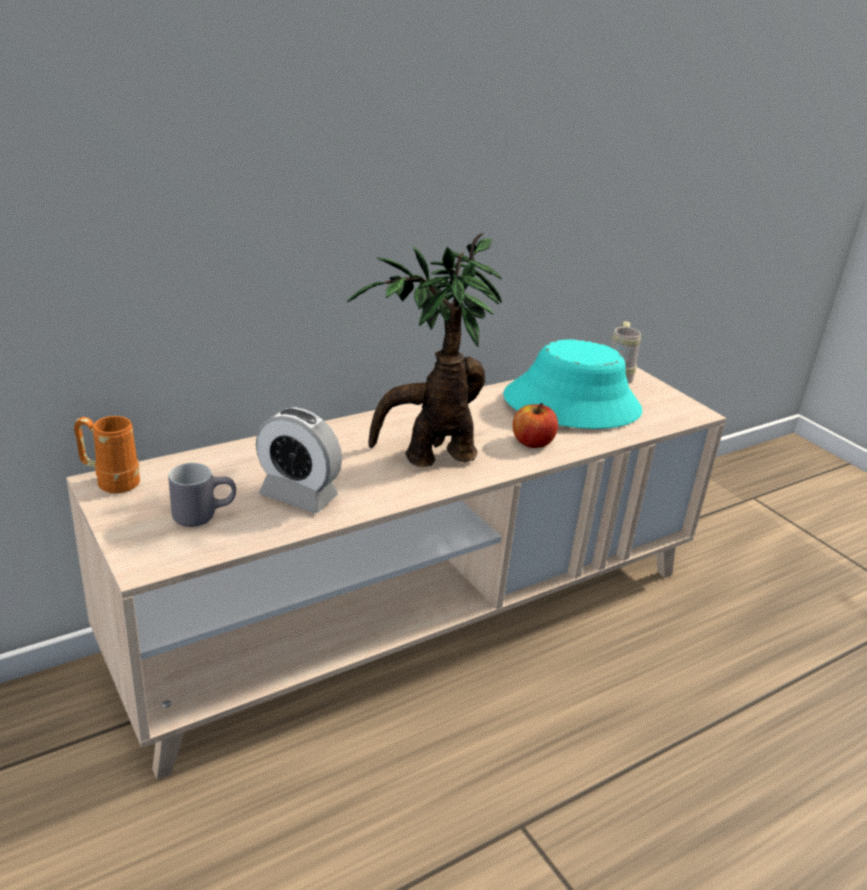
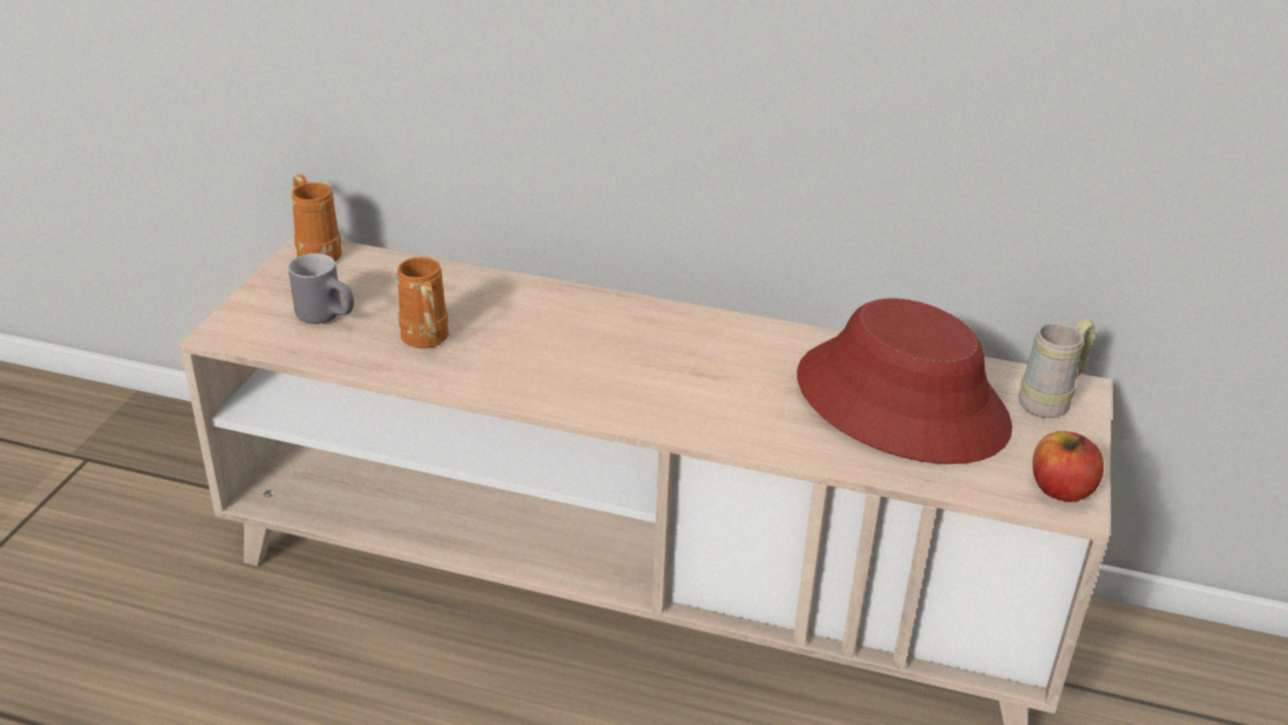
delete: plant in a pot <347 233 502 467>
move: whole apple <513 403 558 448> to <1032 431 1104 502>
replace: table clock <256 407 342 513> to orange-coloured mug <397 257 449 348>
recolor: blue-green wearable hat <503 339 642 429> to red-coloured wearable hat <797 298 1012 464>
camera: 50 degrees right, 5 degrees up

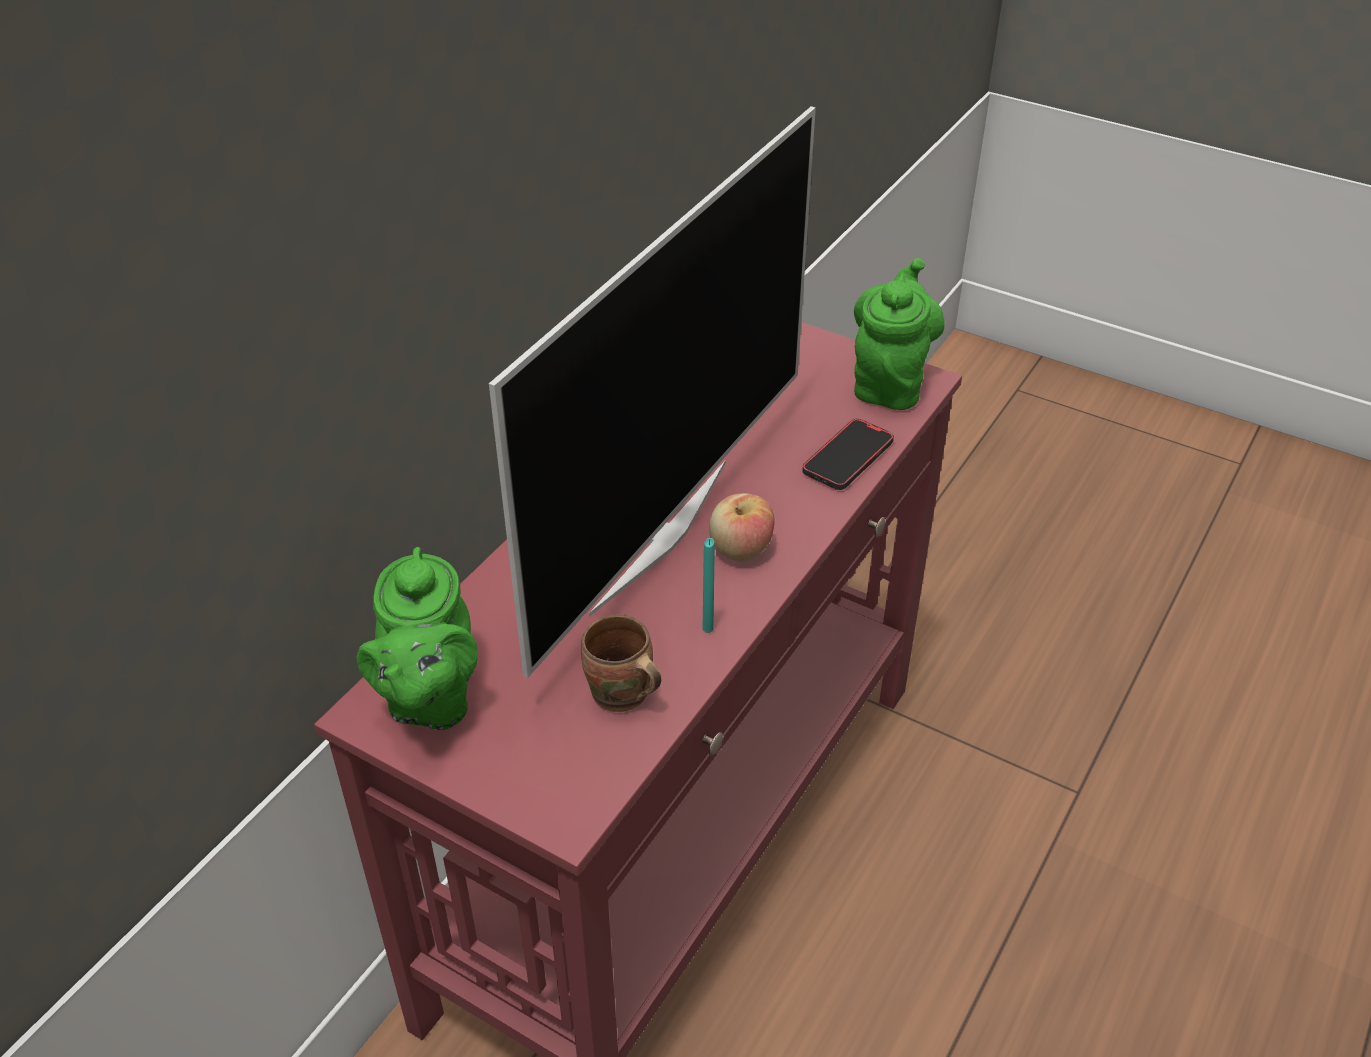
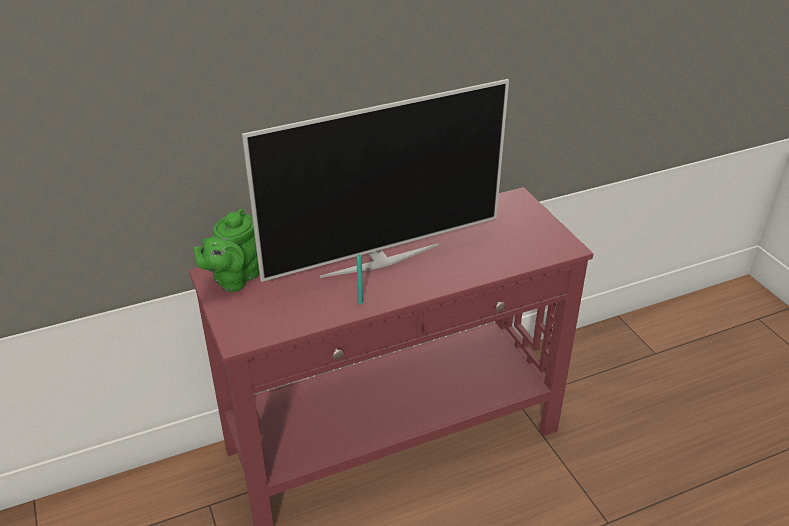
delete: greenish tea pot <854 258 945 410>; telephone <802 418 894 490>; whole apple <709 493 775 561>; brownish mug <581 614 662 712>
camera: 35 degrees right, 5 degrees down

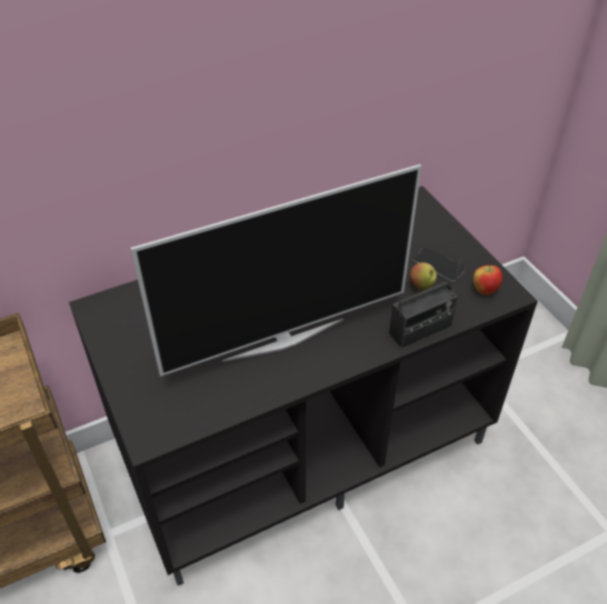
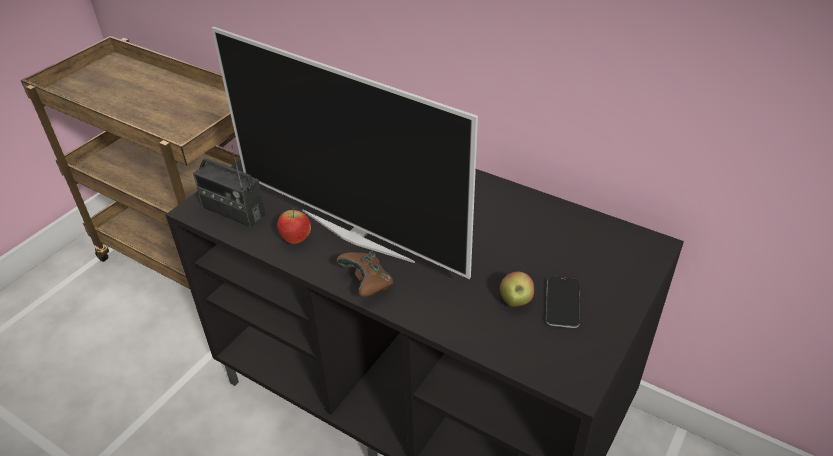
insert: brownish gamepad <336 251 393 297>
move: radio receiver <389 259 461 348> to <193 145 266 228>; whole apple <473 264 503 295> to <277 207 311 244>
camera: 60 degrees right, 5 degrees down

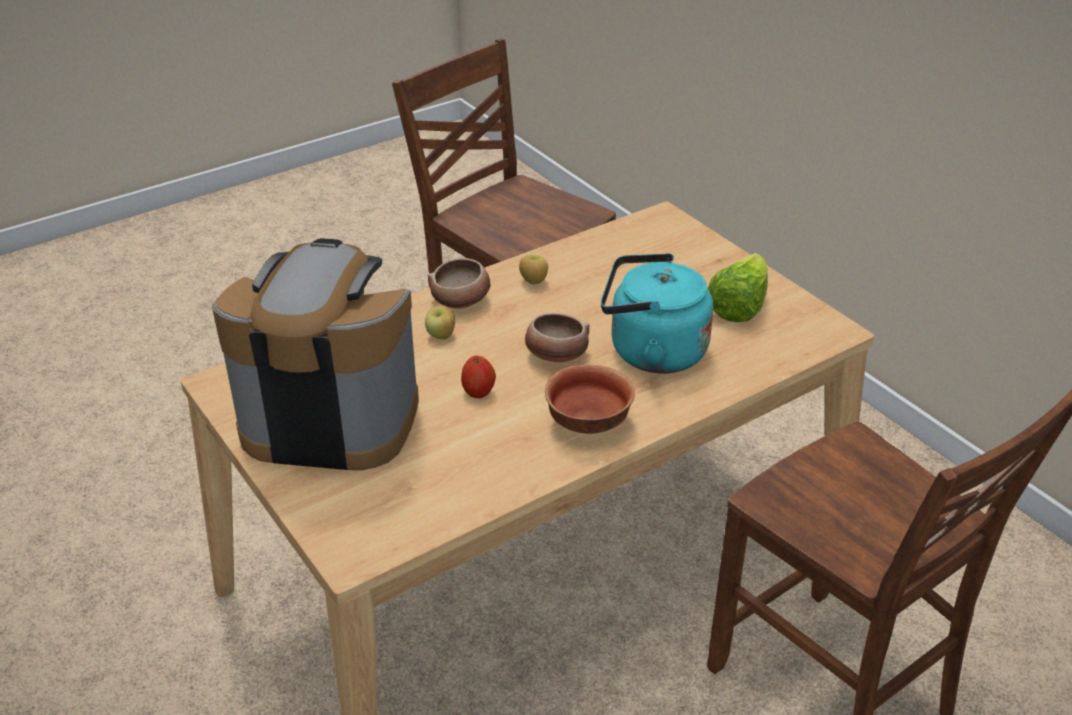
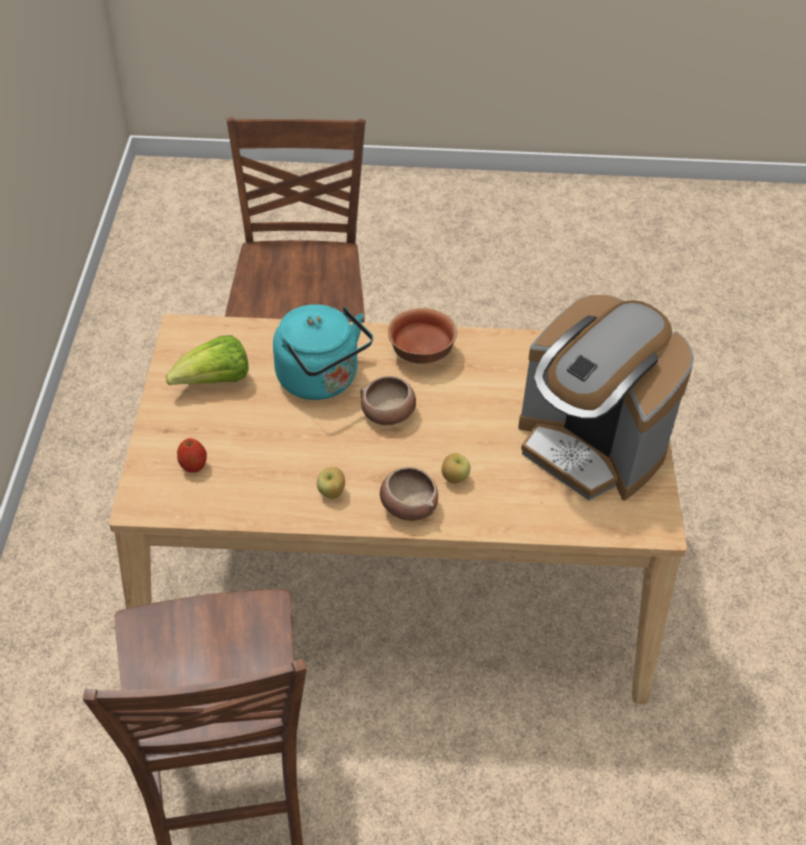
move: whole apple <461 356 496 398> to <177 438 207 473>
camera: 145 degrees left, 10 degrees up

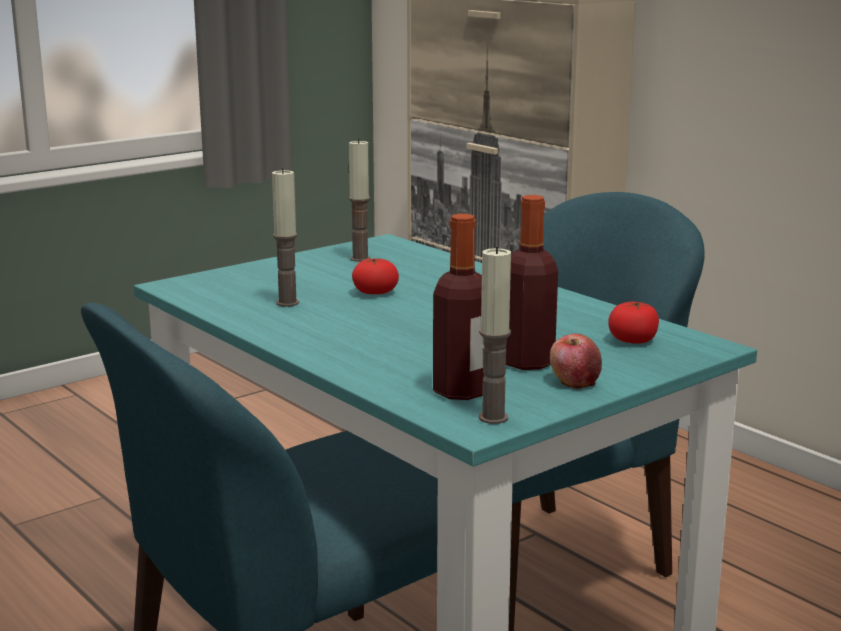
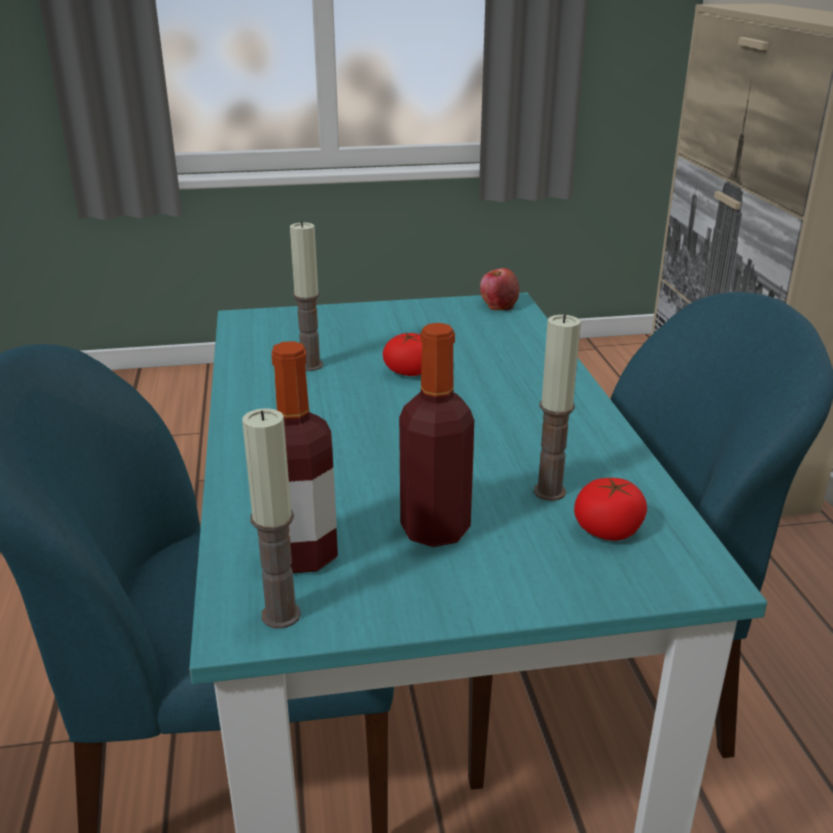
move: candle <349 138 370 262> to <534 314 581 501>; whole apple <550 334 602 389> to <480 268 519 310>
camera: 30 degrees right, 10 degrees up

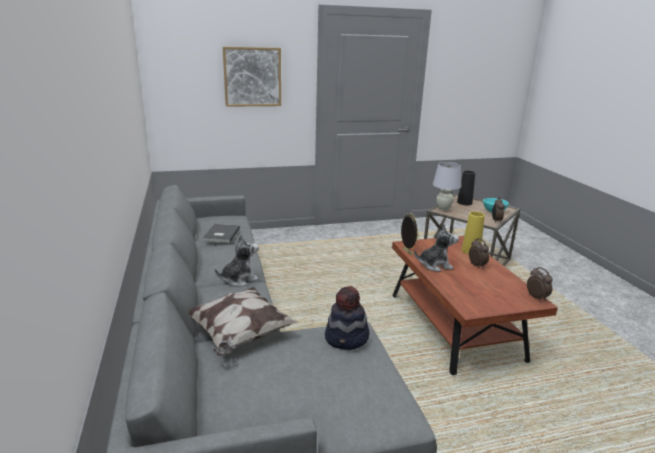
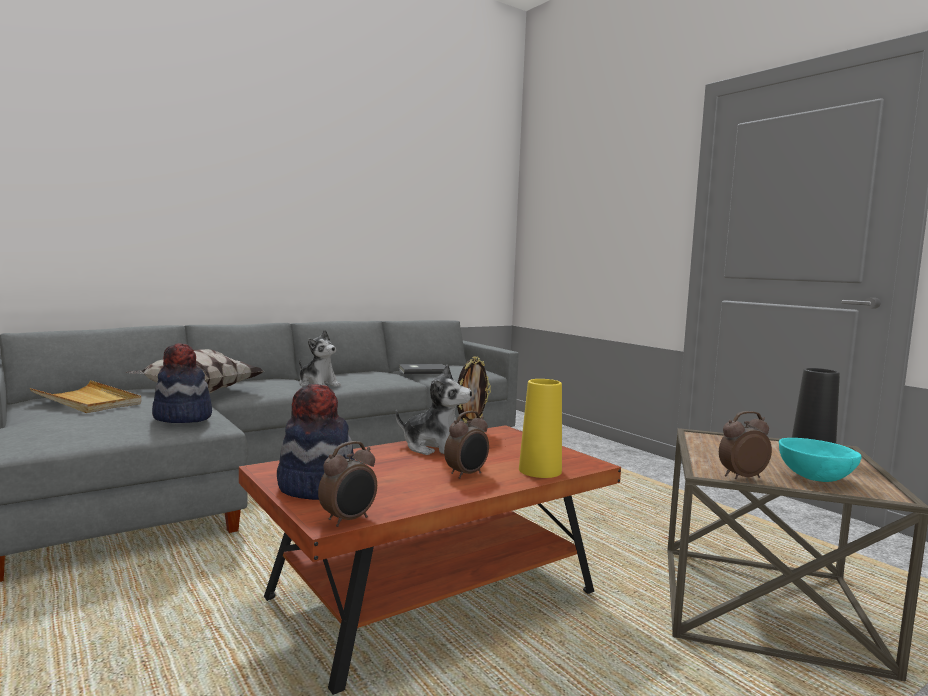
delete: picture <223 47 281 107>; white-coloured table lamp <433 162 461 211>
insert: beige-coloured tray <30 380 141 413>; wearable hat <277 383 355 500>
rotate: cuddly toy <414 224 459 272> = <395 364 472 455> 45 degrees counterclockwise
camera: 70 degrees right, 15 degrees down

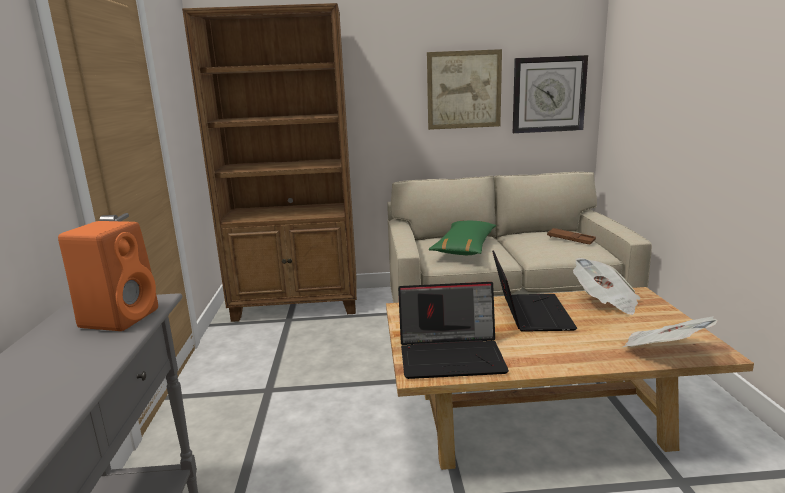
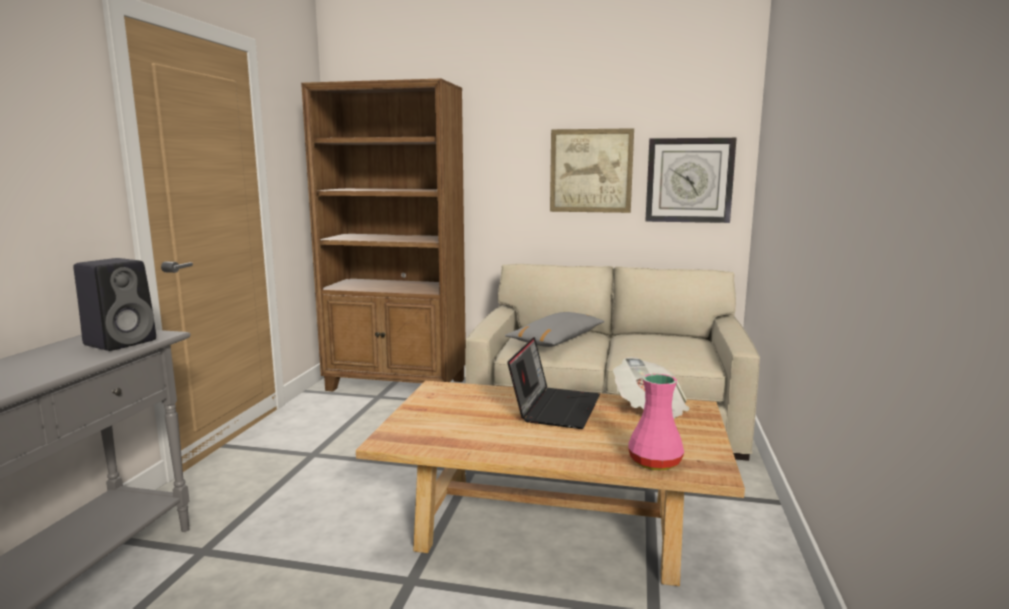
delete: brownish tray <547 228 596 245>; laptop <398 282 509 379>
replace: printed paper <623 316 718 347> to pink-coloured flower vase <628 374 684 470>
recolor: orange-coloured audio speaker <58 221 158 331> to black-coloured audio speaker <73 258 156 351>; greenish pillow <429 221 496 255> to gray pillow <505 312 605 347>
camera: 15 degrees right, 5 degrees down

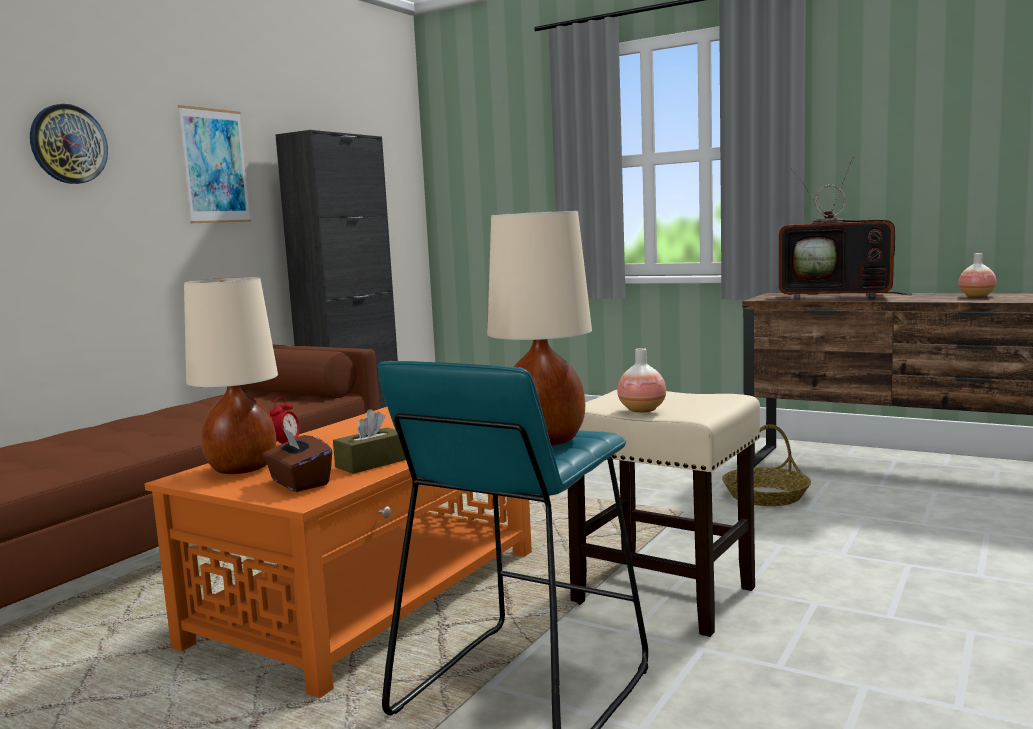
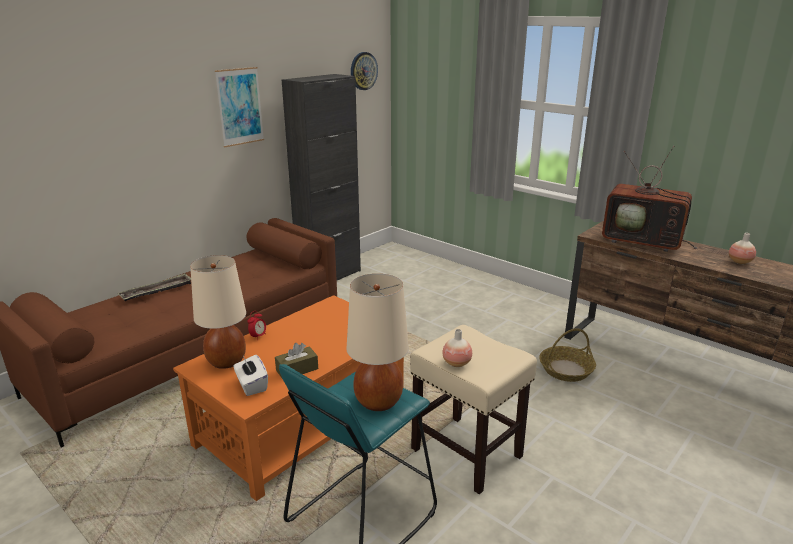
insert: tray <118 273 191 301>
move: hanging clock <30 104 108 184> to <351 52 378 90>
recolor: brownish tissue box <263 427 332 492> to white-coloured tissue box <234 355 268 396>
camera: 10 degrees right, 15 degrees up

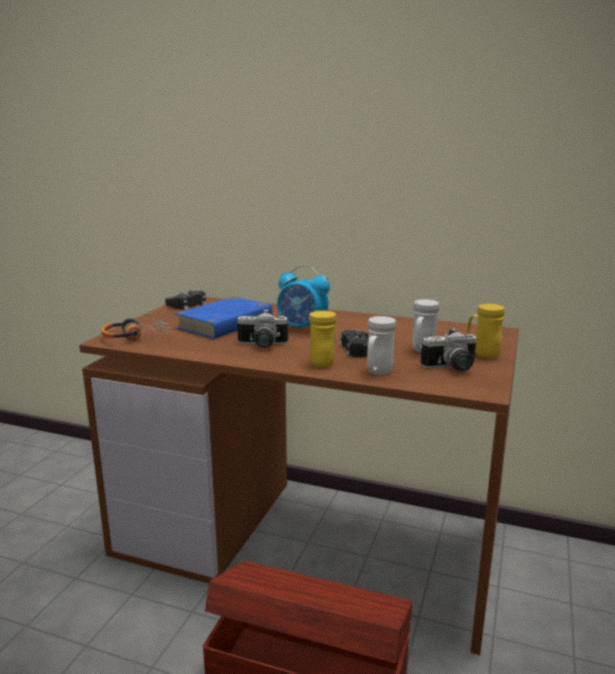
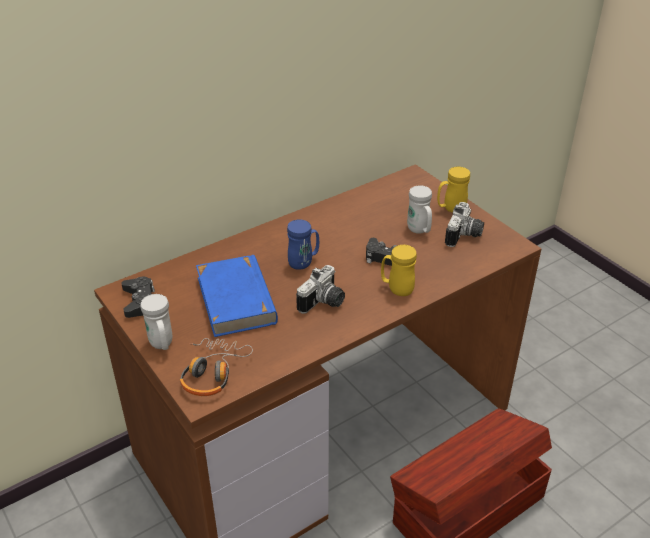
move: white-coloured mug <367 316 396 375> to <141 294 172 350>
replace: table clock <277 265 330 327> to bluish mug <287 219 319 270>
camera: 55 degrees left, 20 degrees up

